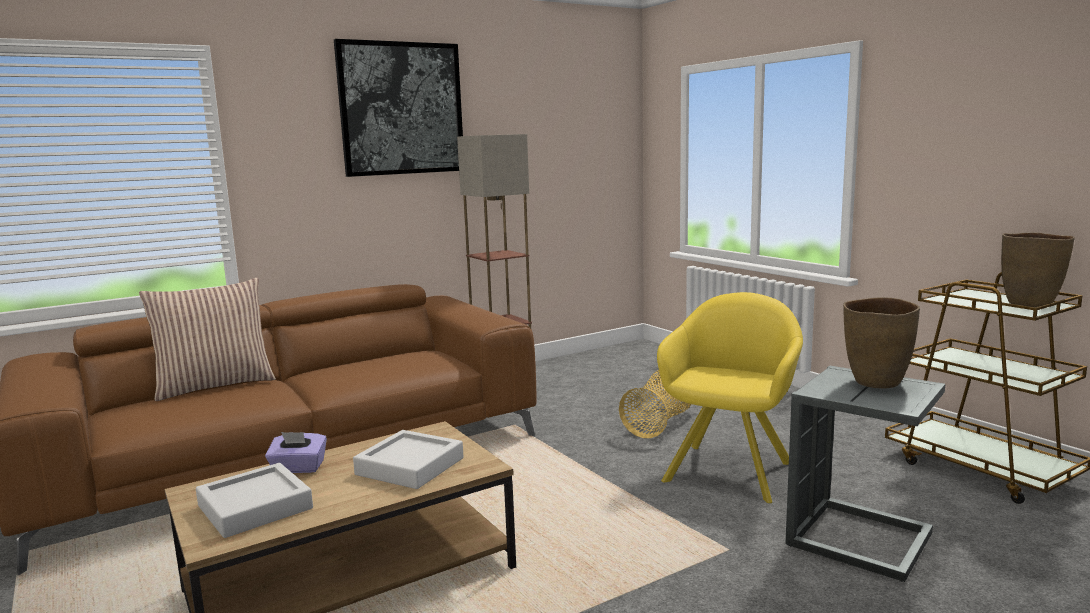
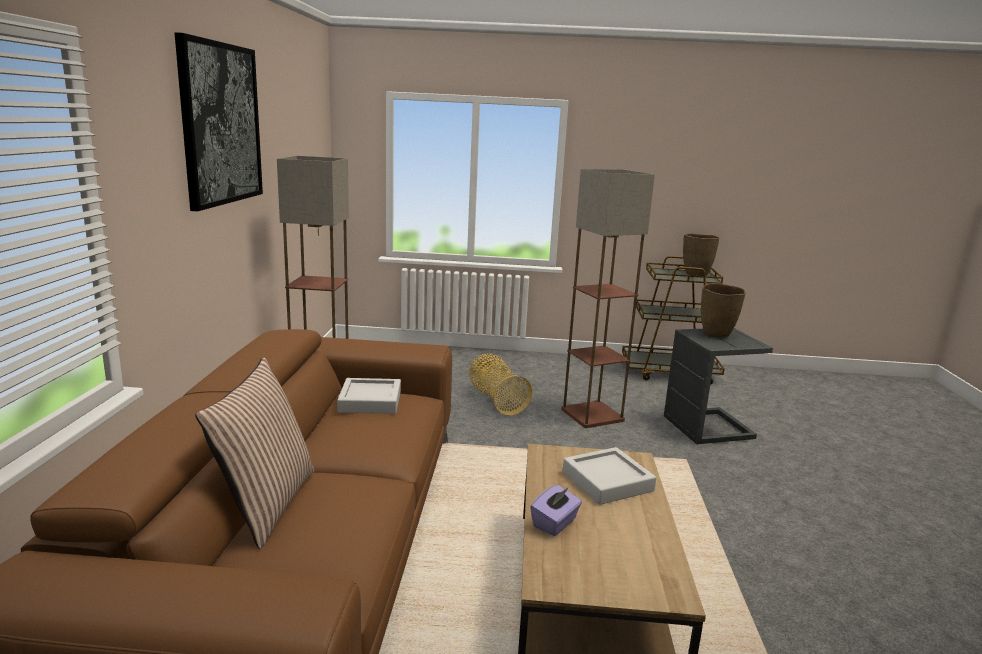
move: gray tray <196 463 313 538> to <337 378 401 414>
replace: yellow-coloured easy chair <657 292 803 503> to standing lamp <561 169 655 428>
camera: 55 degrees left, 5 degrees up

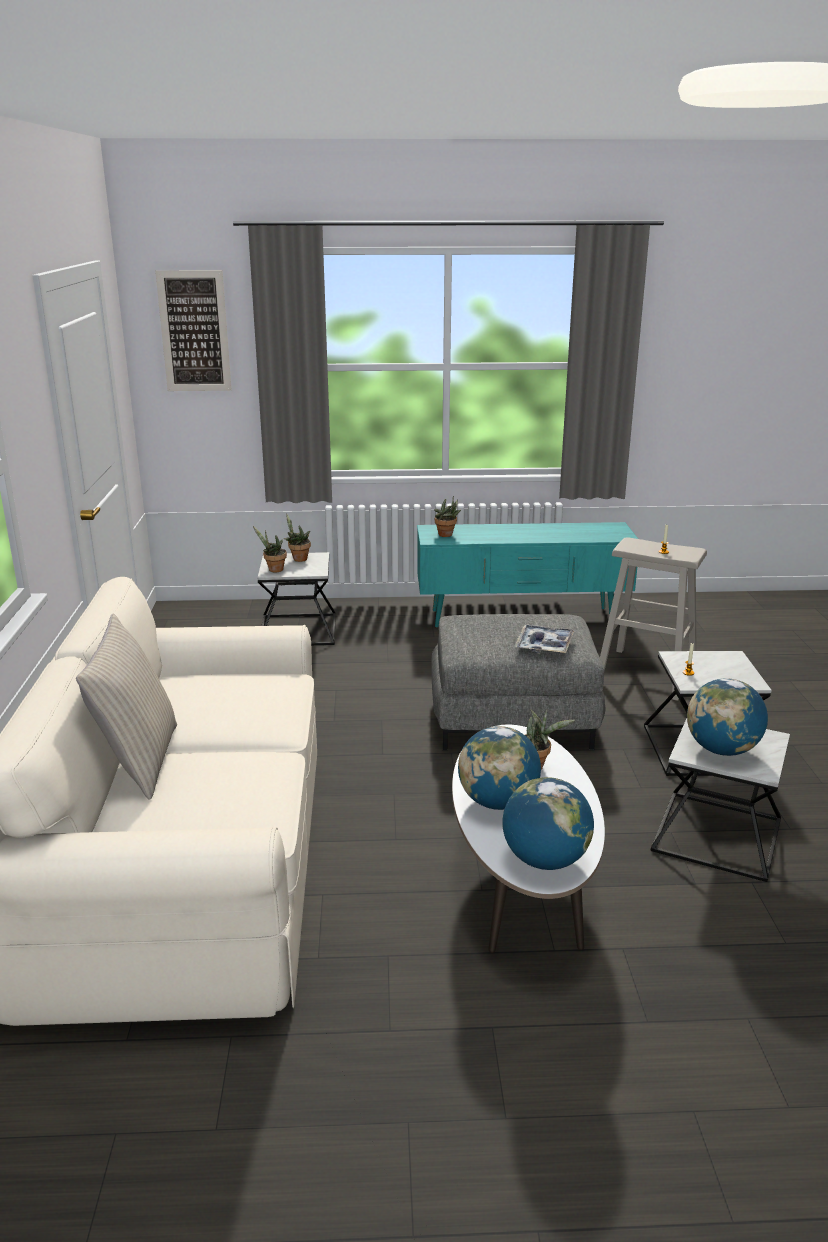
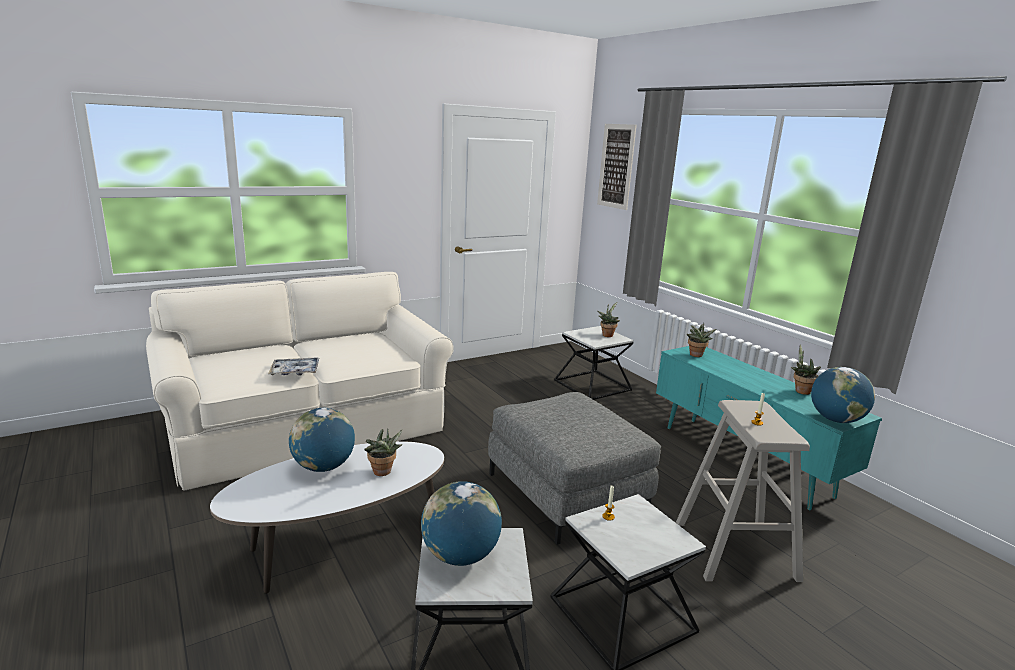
delete: beige-coloured pillow <76 614 177 800>
move: plant in a pot <253 526 287 572> to <791 344 821 395>; tray <515 625 575 653> to <268 358 319 376>; world globe <502 777 594 870> to <811 367 875 423>
camera: 60 degrees right, 5 degrees down

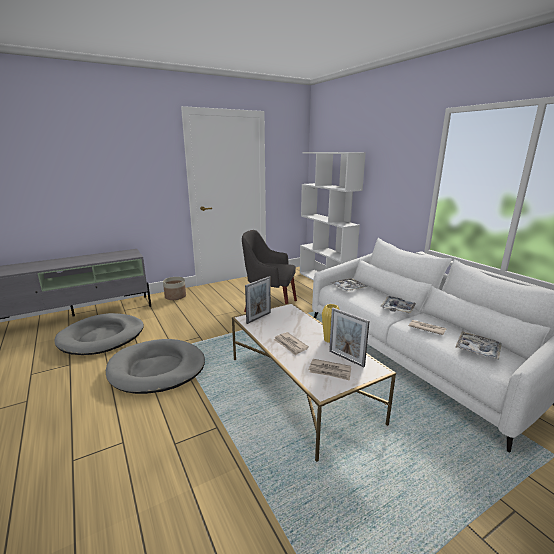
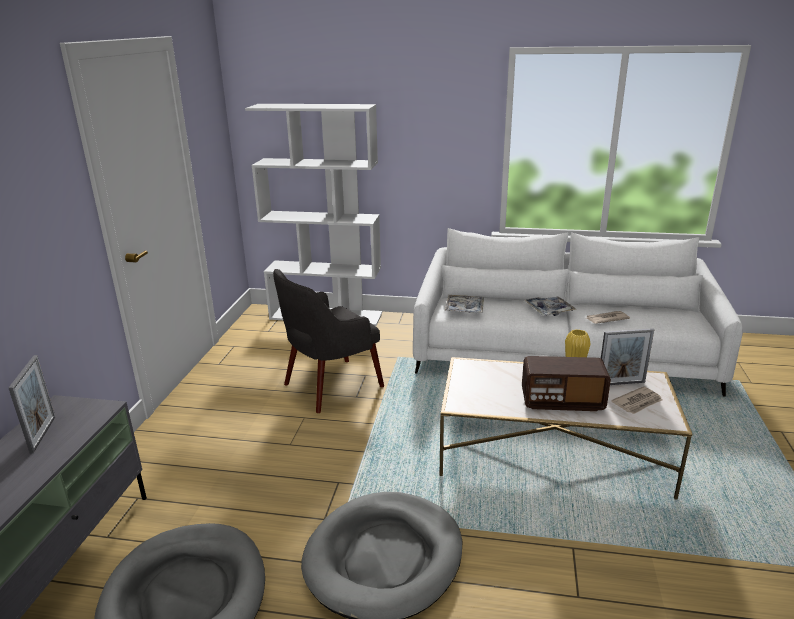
delete: plant pot <163 277 186 300>; tray <455 331 502 360>
move: standing frame <245 276 271 324> to <9 355 55 454>
replace: printed paper <273 332 309 356> to radio receiver <522 356 611 411>
camera: 50 degrees left, 5 degrees up

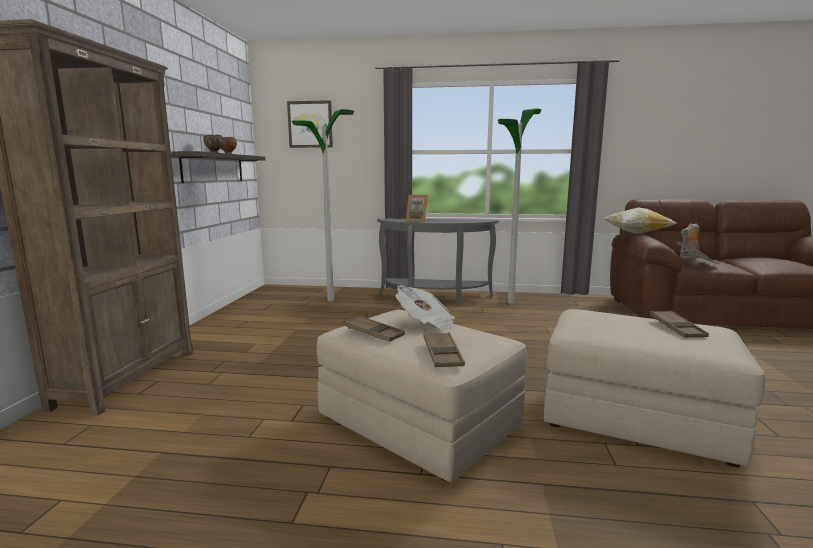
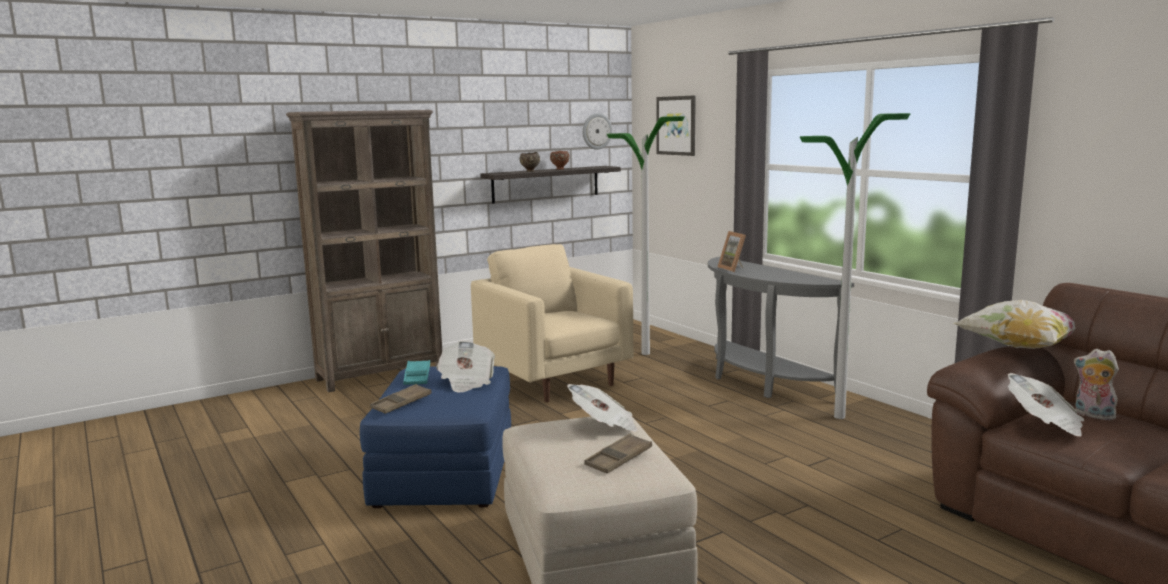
insert: hanging clock <583 113 612 150>; beige-coloured easy chair <471 244 634 402>; printed paper <567 384 638 432>
recolor: beige-coloured pouffe <317 310 527 483> to bluish pouffe <360 366 511 508>; brownish tray <344 316 405 342> to blue-green tray <403 360 430 385>
camera: 50 degrees right, 0 degrees up

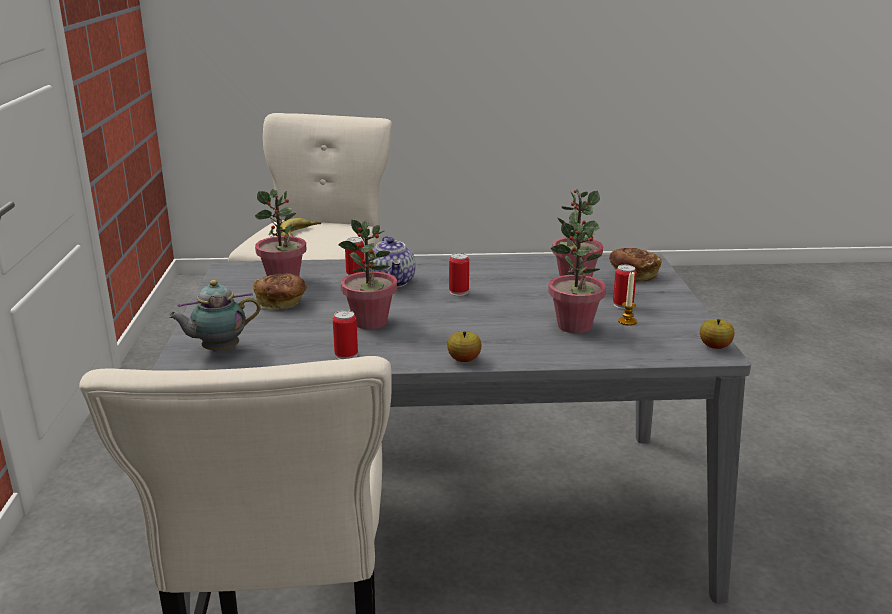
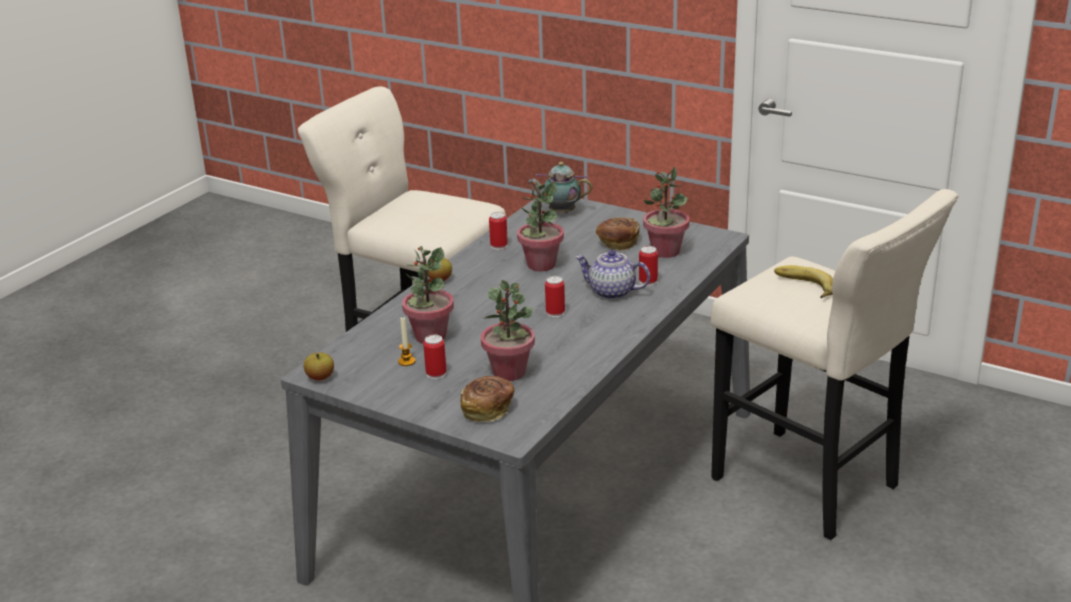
rotate: tea pot <168 280 260 352> = <528 162 592 213> 90 degrees counterclockwise
camera: 125 degrees right, 5 degrees up

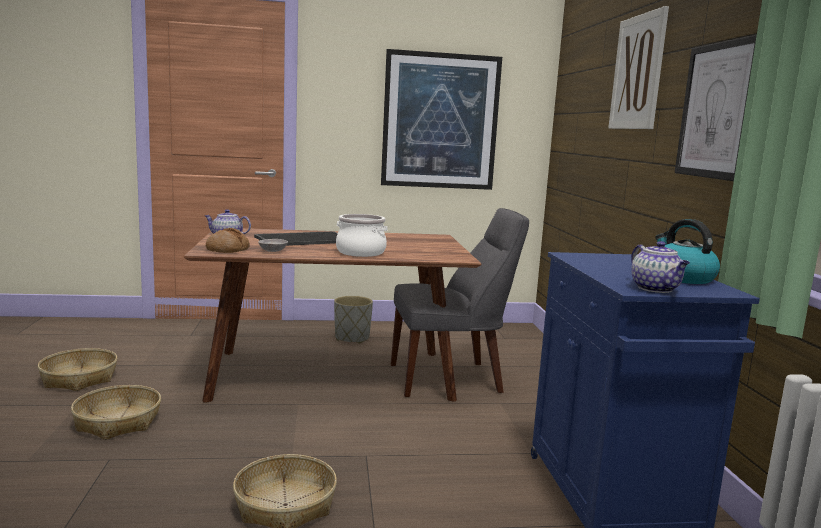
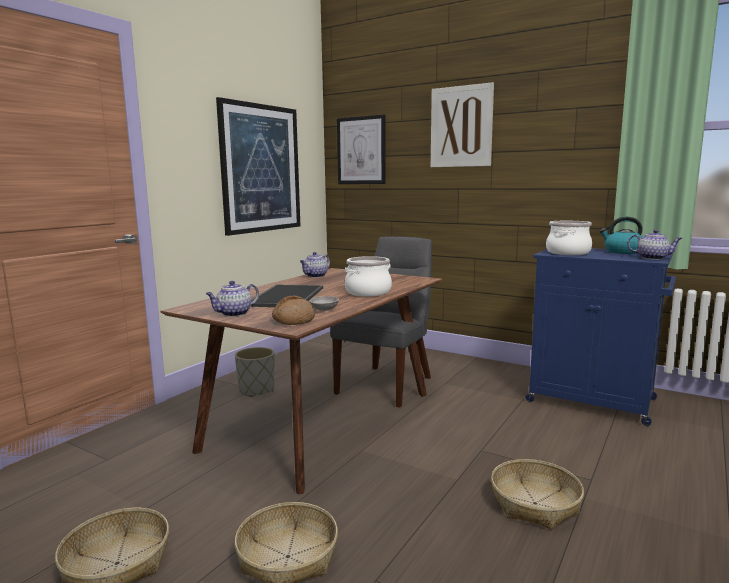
insert: saucepot <546 221 592 255>; tea pot <300 252 330 278>
move: picture <675 35 757 181> to <337 114 386 184>
camera: 50 degrees left, 0 degrees up

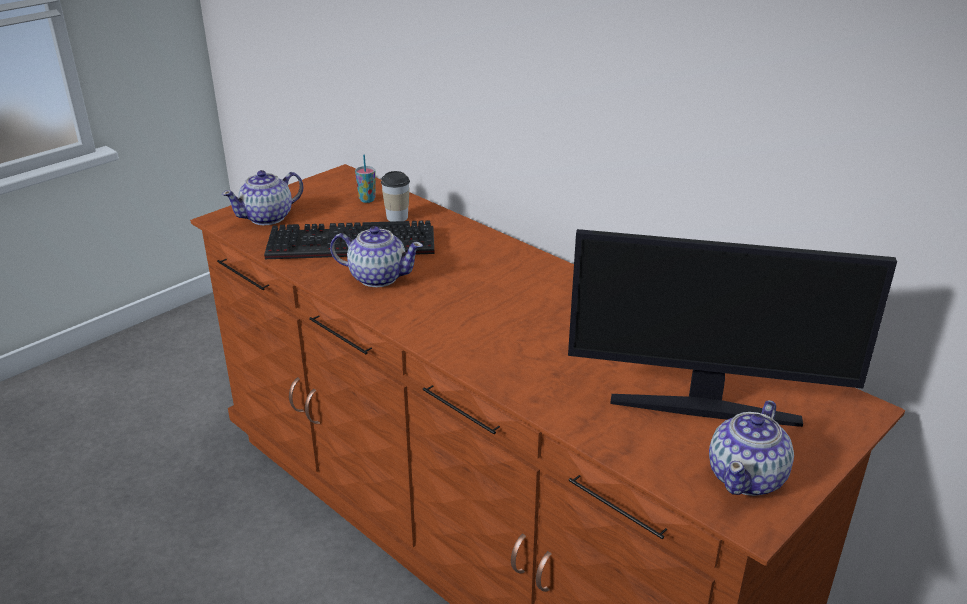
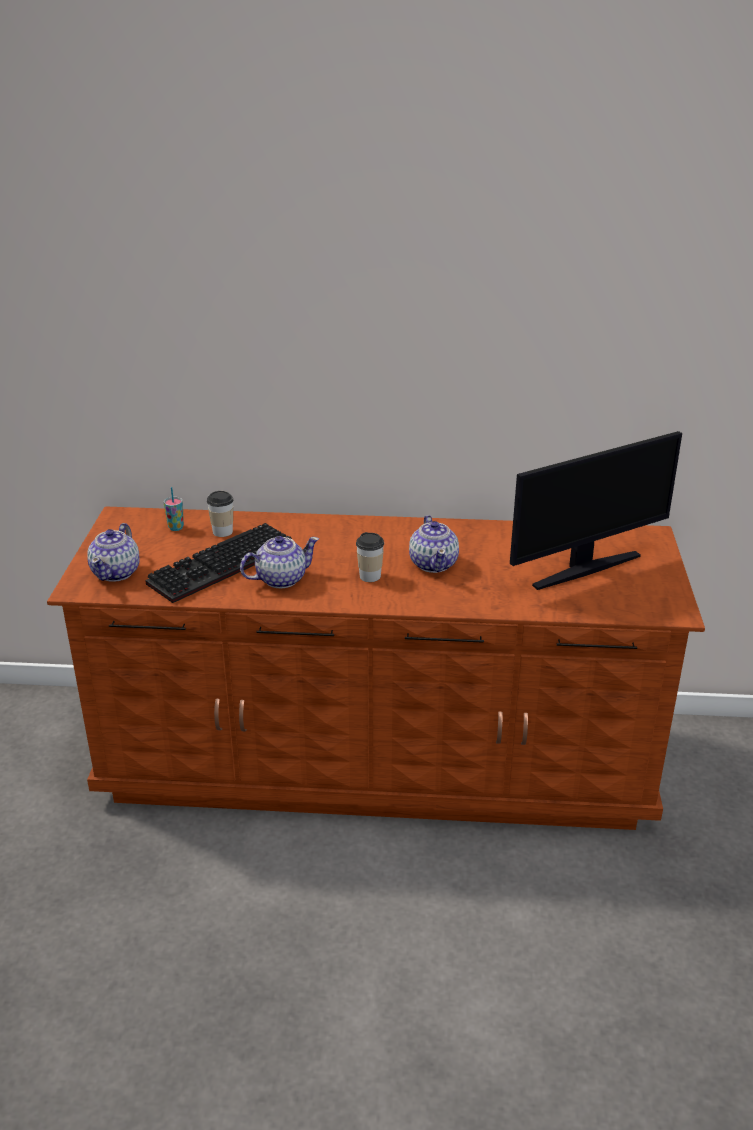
insert: drinking cup <356 532 384 582>
move: tea pot <709 400 794 496> to <409 515 459 573>
camera: 40 degrees left, 0 degrees up

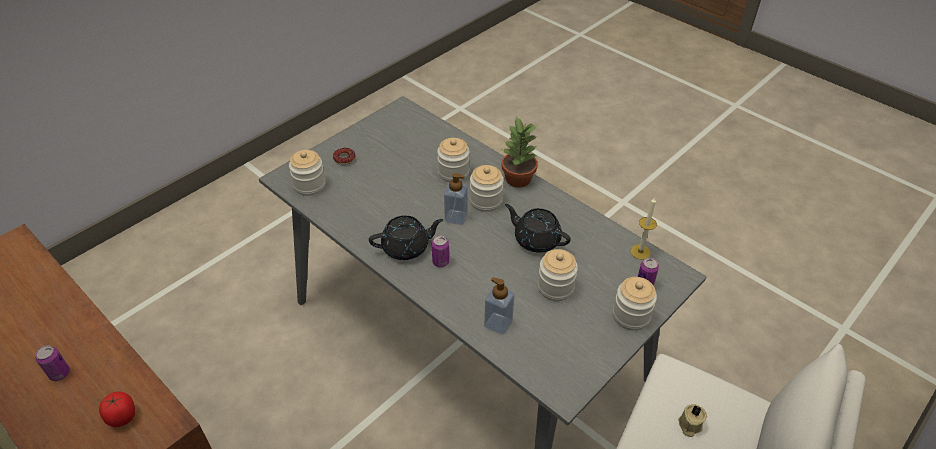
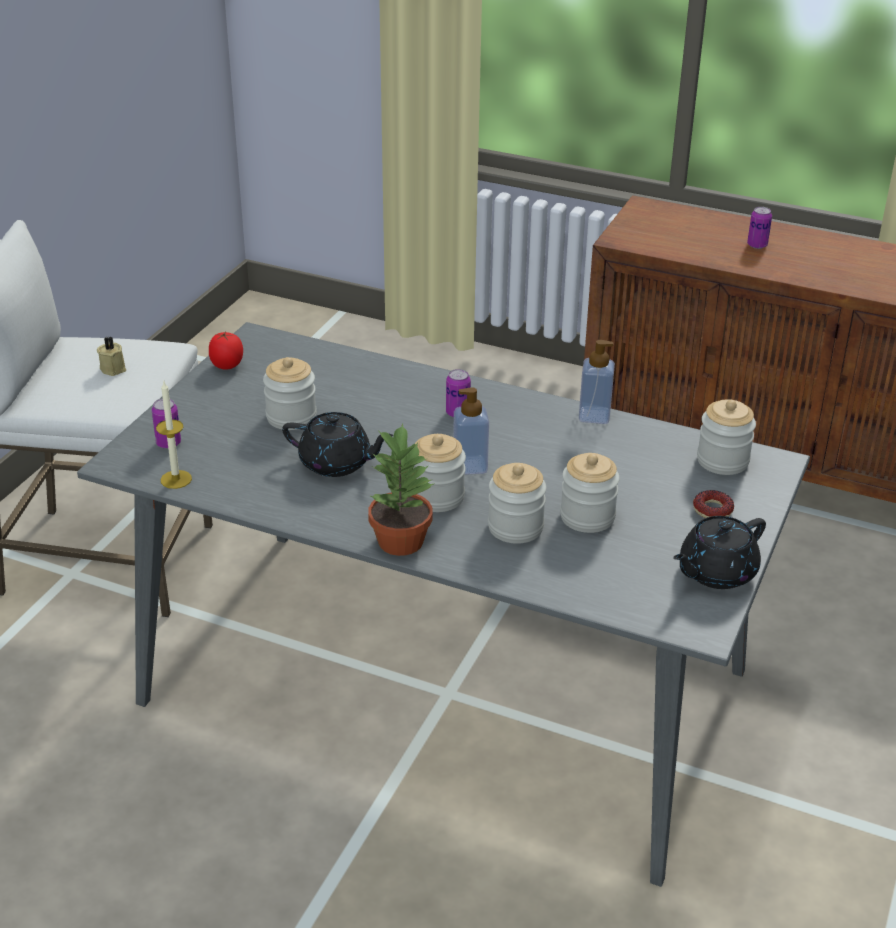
move: black-coloured tea pot <369 215 443 260> to <673 516 766 589>; liquid soap bottle <484 277 515 335> to <579 340 615 424>; preserve jar <613 277 657 330> to <560 453 620 533>; whole tomato <99 392 135 427> to <209 332 243 370>
camera: 160 degrees right, 10 degrees down

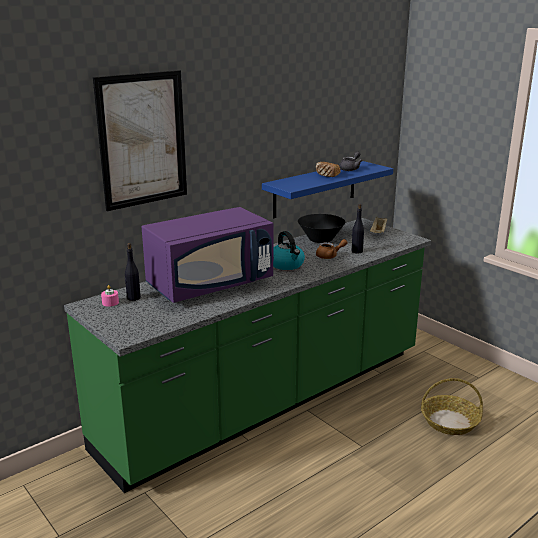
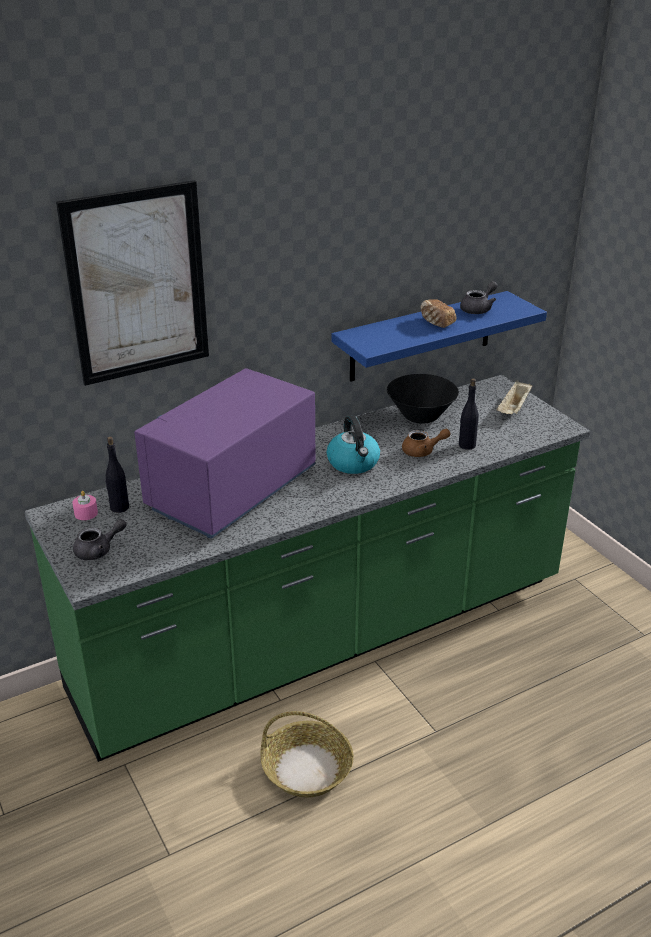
insert: gray tea pot <73 519 126 560>
move: basket <421 378 483 435> to <261 711 354 798>
rotate: purplish microwave <142 207 273 303> = <134 368 316 538> 150 degrees clockwise
camera: 10 degrees right, 10 degrees up

